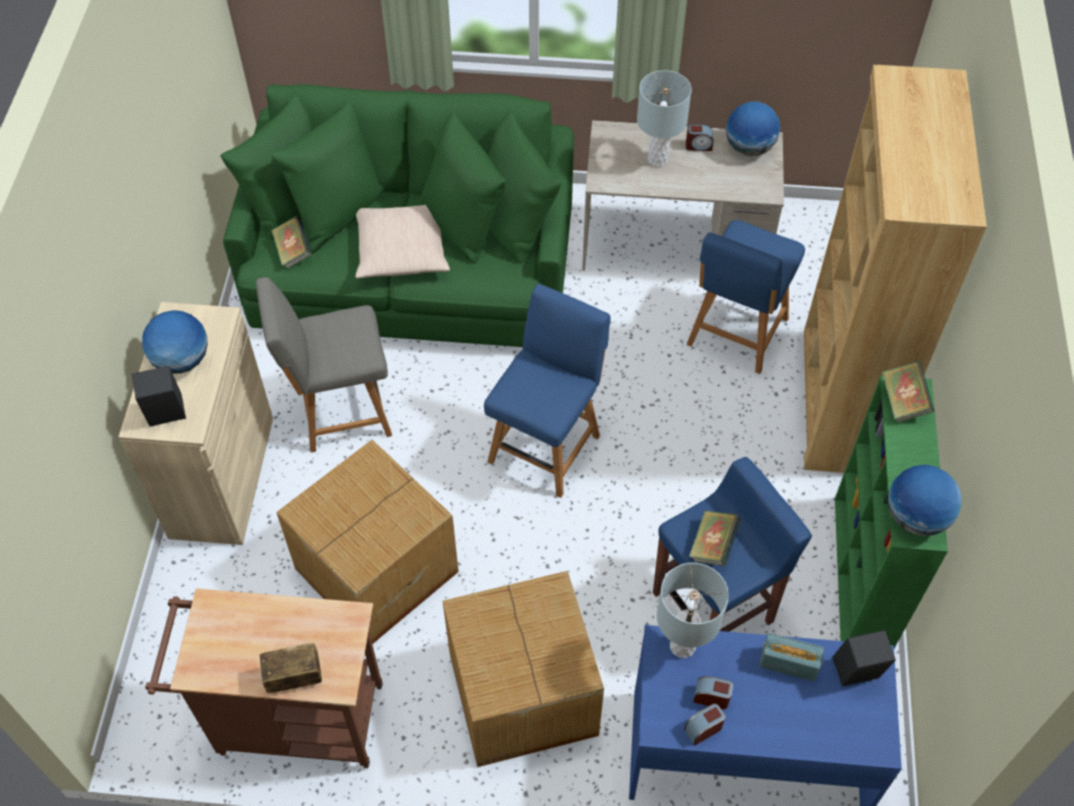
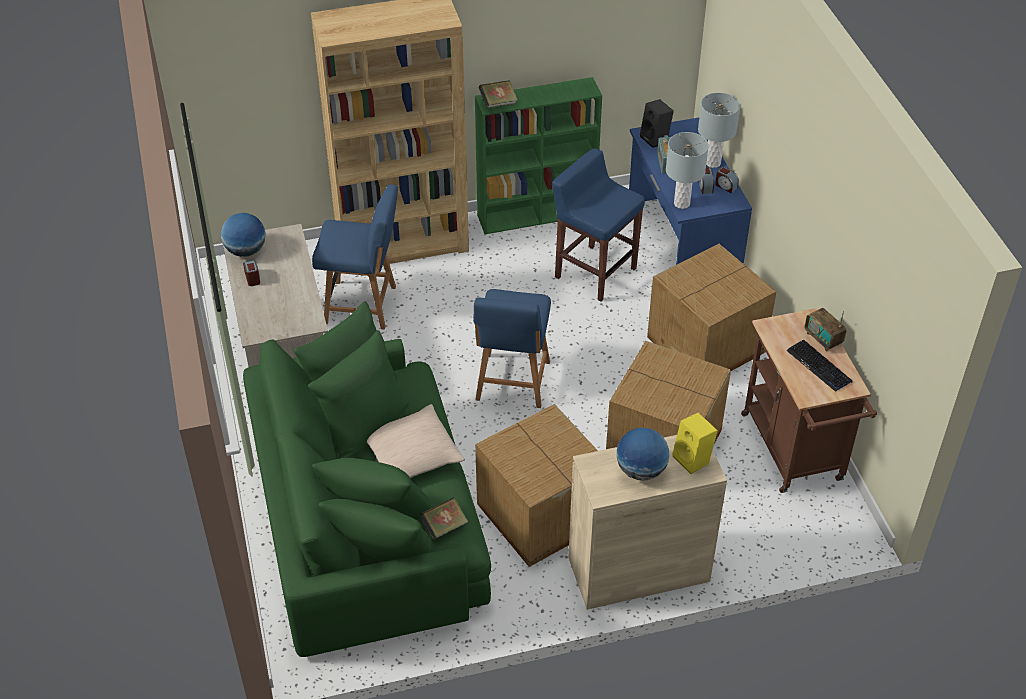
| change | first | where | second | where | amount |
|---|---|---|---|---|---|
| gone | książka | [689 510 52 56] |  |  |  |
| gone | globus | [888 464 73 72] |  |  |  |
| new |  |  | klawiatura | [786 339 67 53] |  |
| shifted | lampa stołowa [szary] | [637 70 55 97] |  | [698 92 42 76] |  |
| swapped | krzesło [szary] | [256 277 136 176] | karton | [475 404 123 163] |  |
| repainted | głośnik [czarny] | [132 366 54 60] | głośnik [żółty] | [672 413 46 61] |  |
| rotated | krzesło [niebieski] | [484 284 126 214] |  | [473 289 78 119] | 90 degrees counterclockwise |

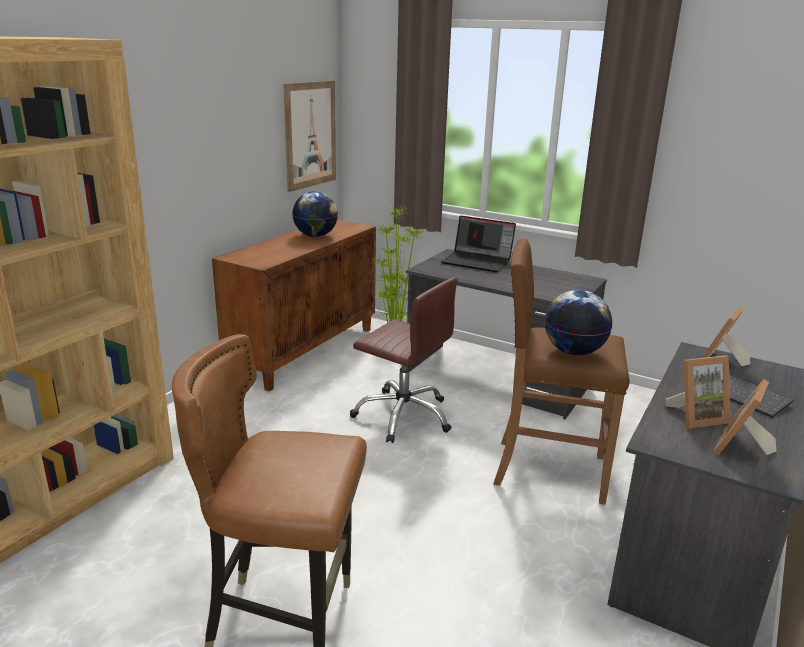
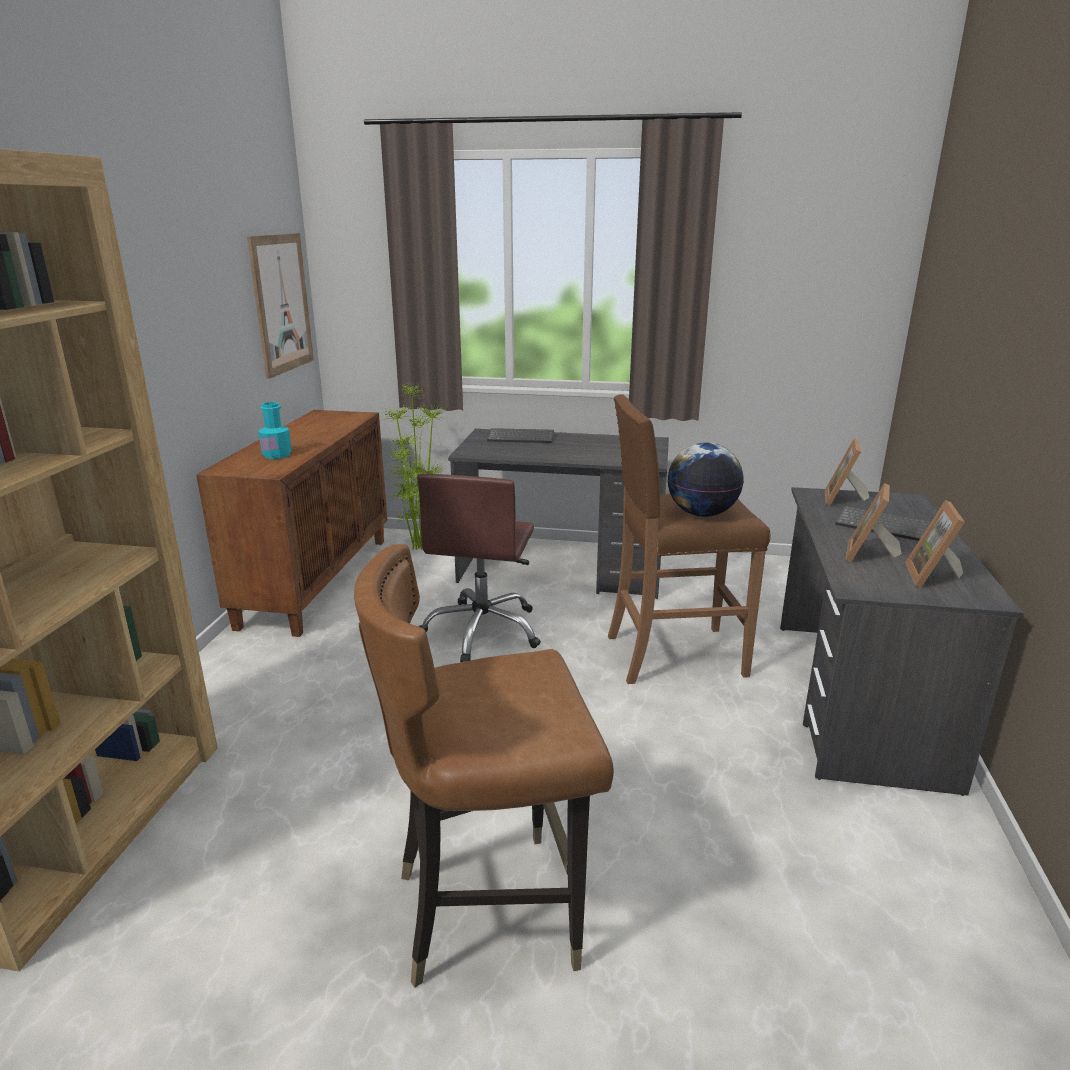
| change | first | where | second | where | amount |
|---|---|---|---|---|---|
| gone | globus | [292 191 46 46] |  |  |  |
| new |  |  | butelka [turkusowy] | [258 402 34 57] |  |
| swapped | laptop | [441 216 75 56] | klawiatura | [487 428 67 15] |  |
| rotated | krzesło biurowe [brązowy] | [350 277 108 166] |  | [417 474 124 188] | 90 degrees clockwise |
| rotated | ramka na zdjęcie | [665 355 65 74] |  | [845 483 57 80] | 150 degrees clockwise |

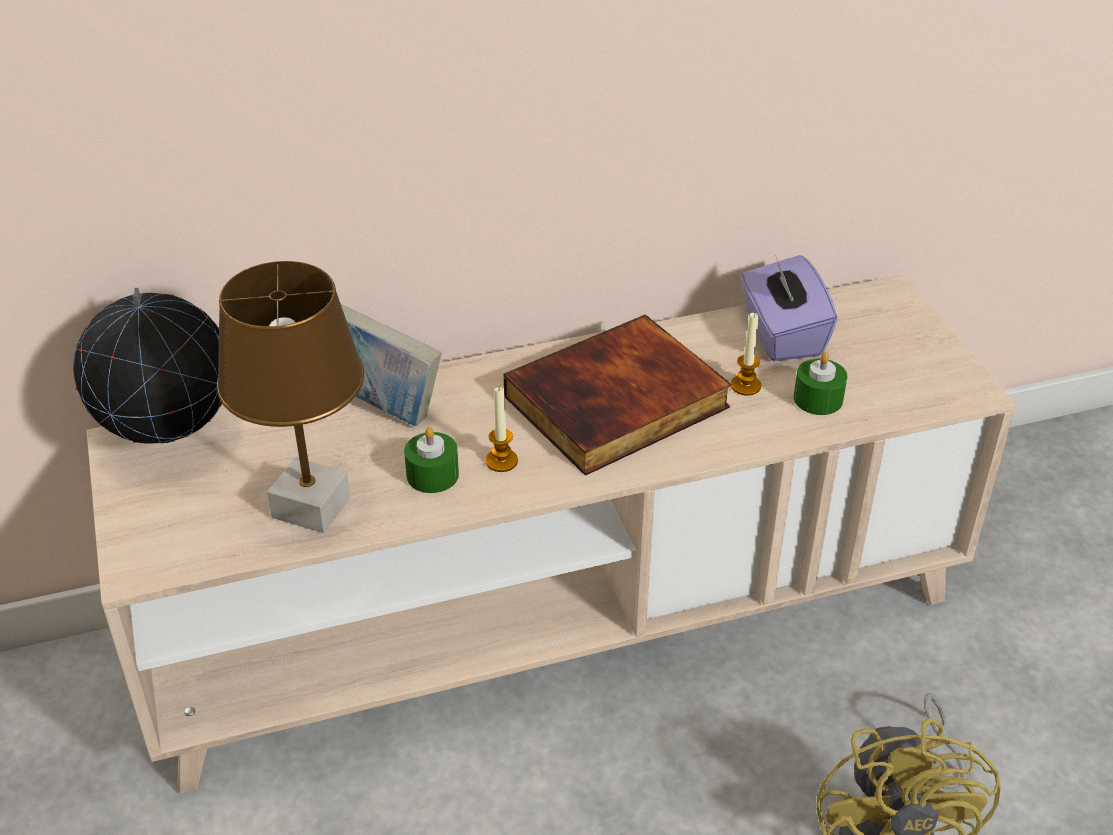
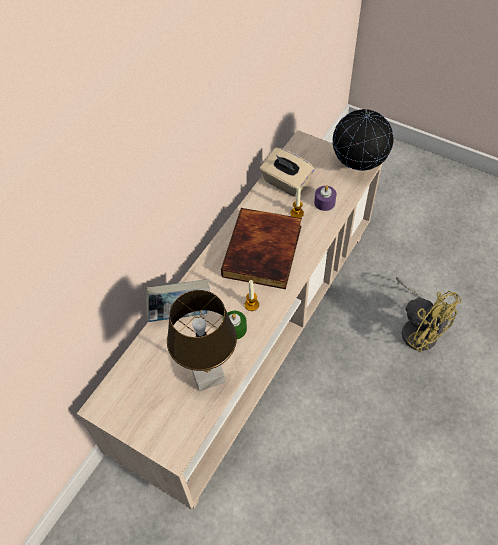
| change | first | where | second | where | amount |
|---|---|---|---|---|---|
| shifted | globus | [73 288 149 156] |  | [332 109 62 62] |  |
| repainted | pudełko chusteczek [fioletowy] | [741 255 97 106] | pudełko chusteczek [beżowy] | [260 148 55 49] |  |
| repainted | świeca [zielony] | [794 352 53 63] | świeca [fioletowy] | [314 185 22 26] |  |

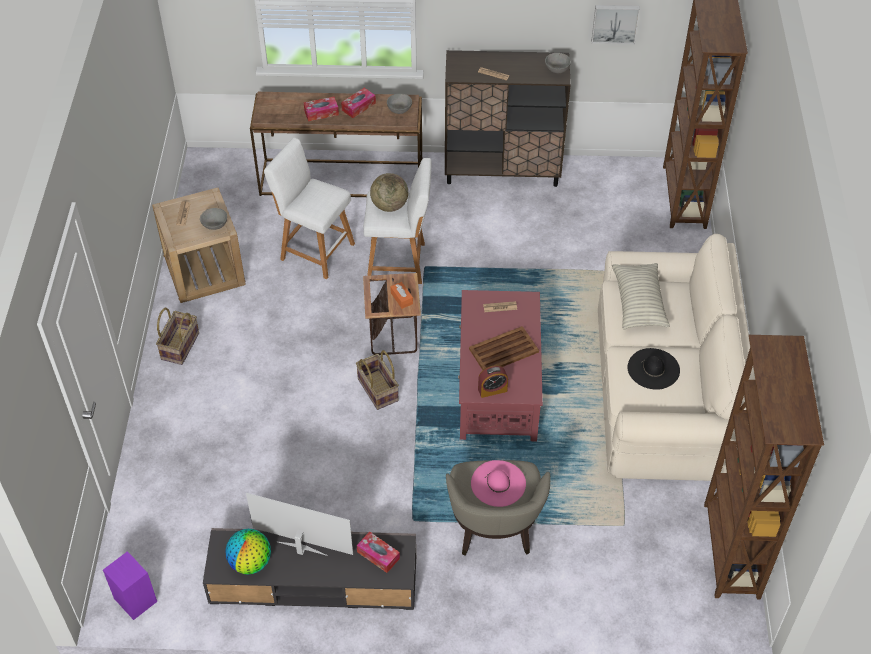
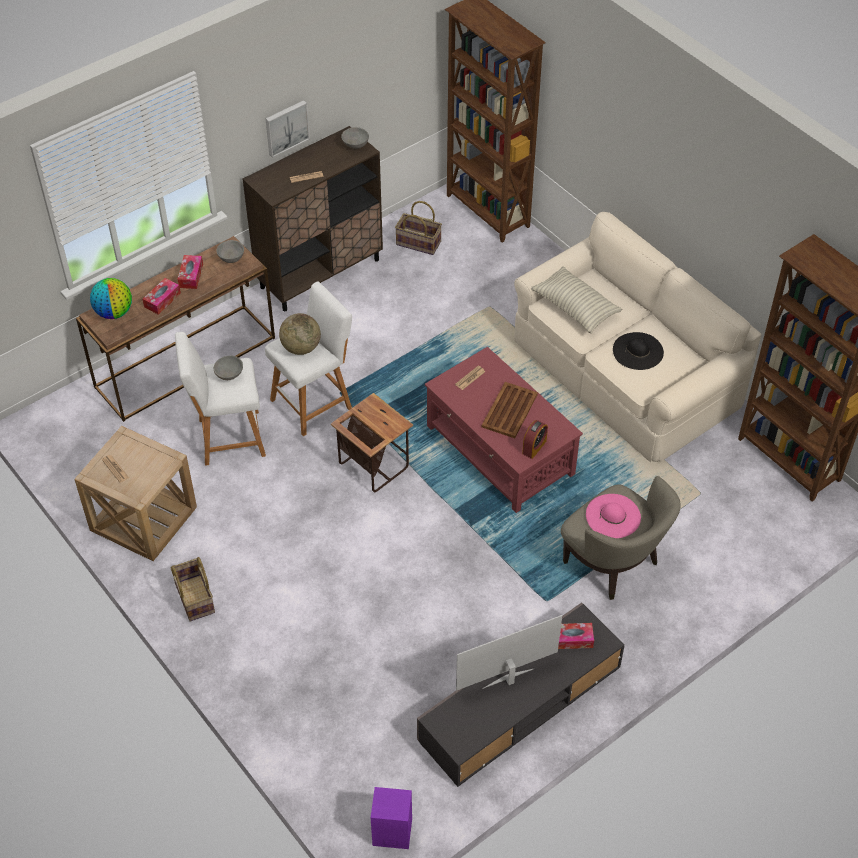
| change | first | where | second | where | amount |
|---|---|---|---|---|---|
| gone | pudełko chusteczek [pomarańczowy] | [390 282 23 27] |  |  |  |
| shifted | miska [szary] | [200 208 27 22] |  | [214 356 29 24] |  |
| shifted | globus | [226 529 45 46] |  | [90 278 42 41] |  |
| shifted | koszyk | [356 350 43 60] |  | [395 201 47 54] |  |
| shifted | obraz | [592 5 48 39] |  | [265 100 45 58] |  |

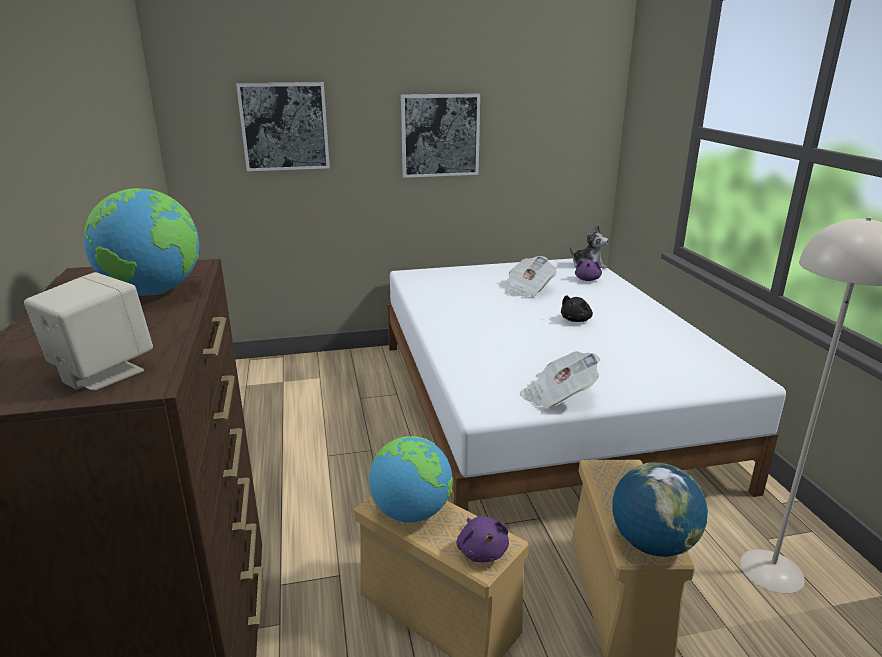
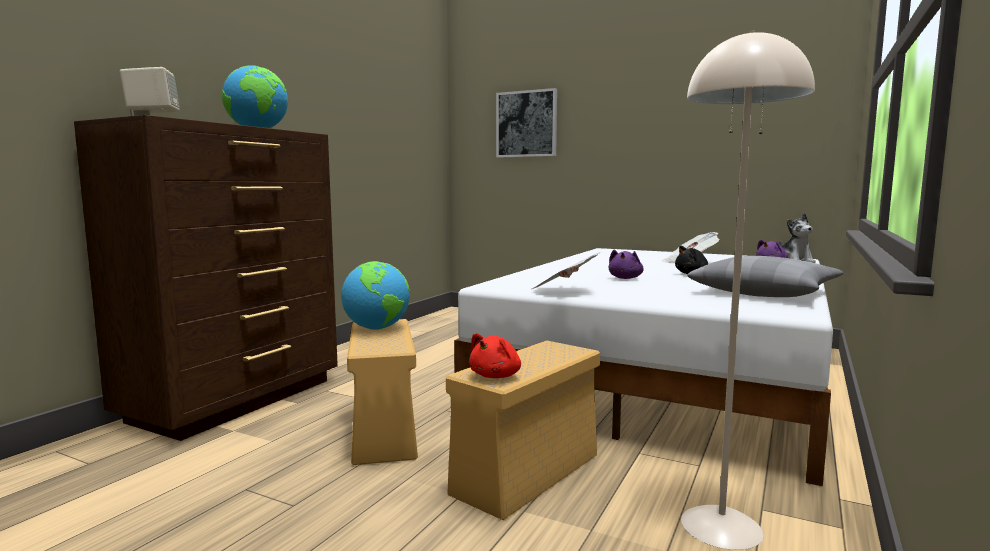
| change | first | where | second | where | amount |
|---|---|---|---|---|---|
| gone | obraz | [401 94 79 84] |  |  |  |
| new |  |  | poduszka [szary] | [687 256 156 41] |  |
| shifted | pluszak [fioletowy] | [457 516 52 46] |  | [609 249 35 30] |  |
| swapped | globus | [612 462 96 95] | pluszak [czerwony] | [469 333 52 45] |  |

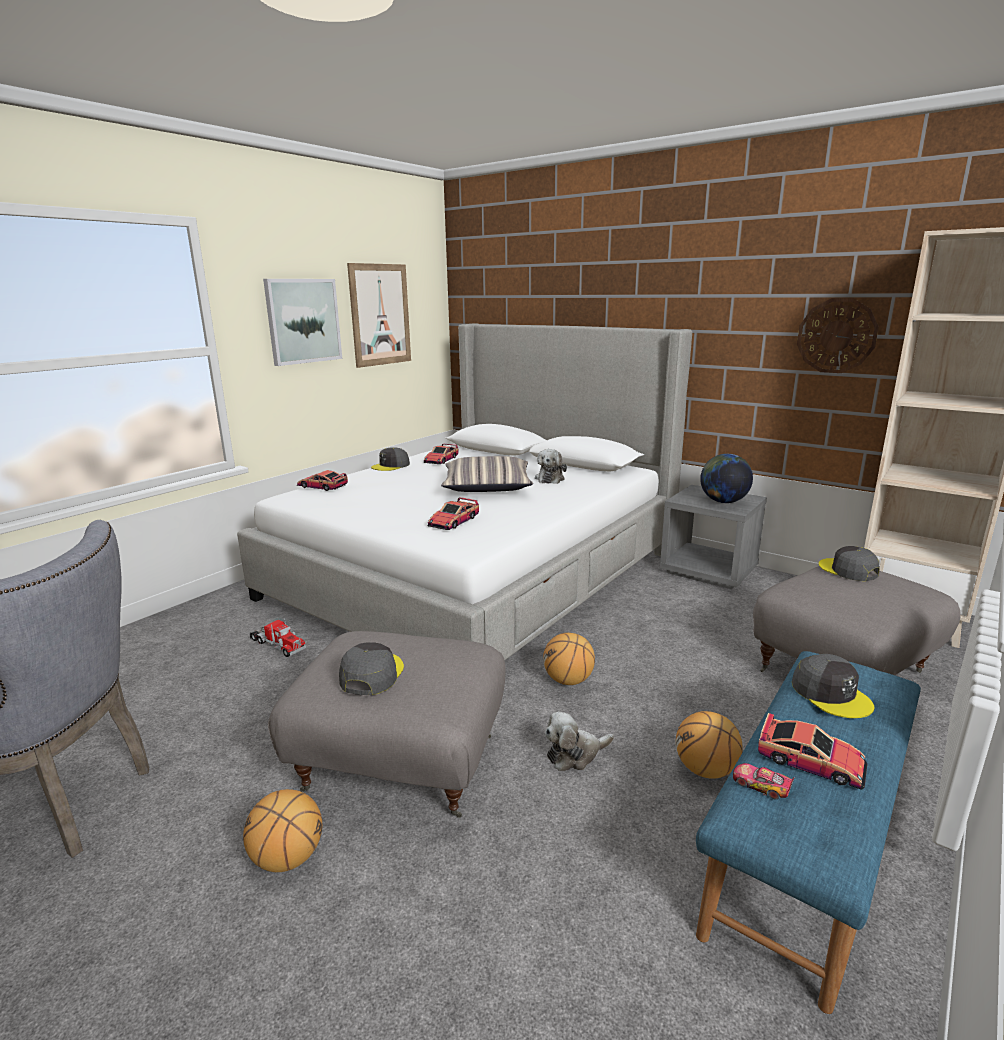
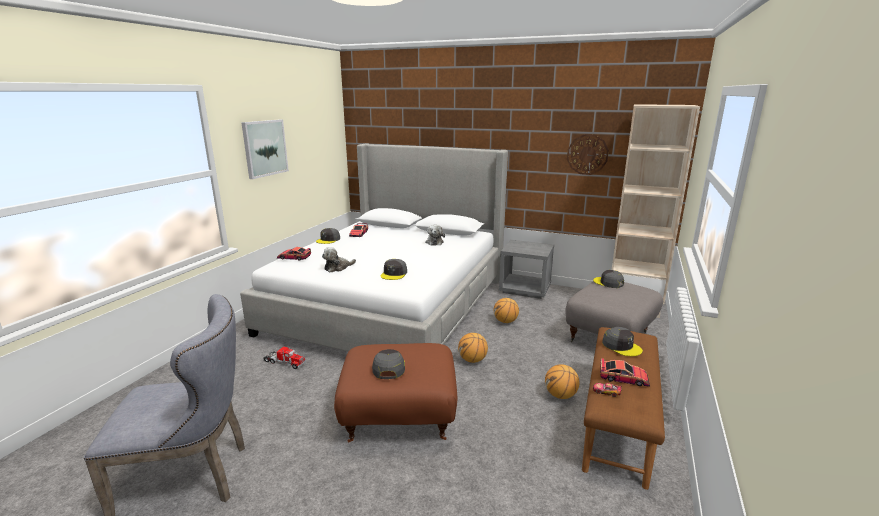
| change | first | where | second | where | amount |
|---|---|---|---|---|---|
| gone | obraz | [347 263 64 105] |  |  |  |
| gone | poduszka | [441 456 92 36] |  |  |  |
| gone | globus | [700 454 53 49] |  |  |  |
| shifted | piłka do koszykówki | [243 789 79 83] |  | [494 298 25 25] |  |
| shifted | pluszak | [545 712 69 59] |  | [322 247 34 25] |  |
| swapped | samochodzik | [427 497 52 33] | czapka z daszkiem [szary] | [381 259 26 21] |  |
| repainted | pufa [szary] | [268 631 237 187] | pufa [brązowy] | [334 343 123 99] |  |
| repainted | ławka [niebieski] | [696 651 225 363] | ławka [brązowy] | [582 327 83 163] |  |

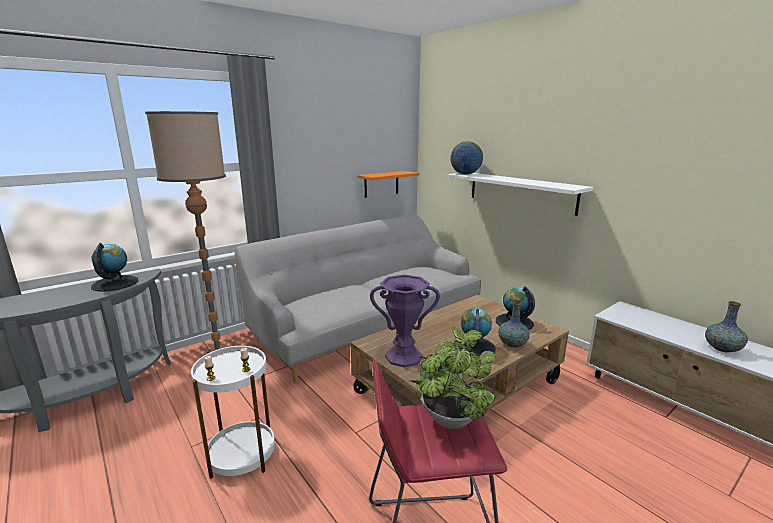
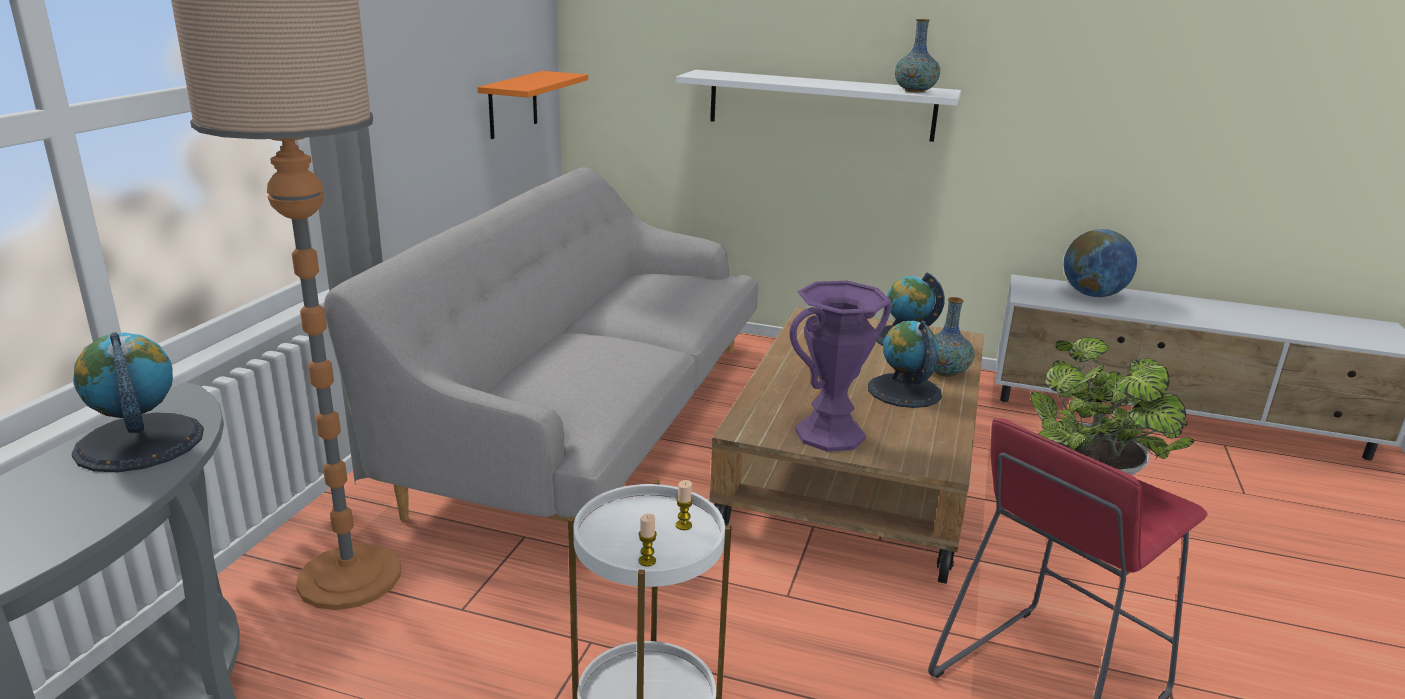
| change | first | where | second | where | amount |
|---|---|---|---|---|---|
| shifted | globus | [450 141 33 33] |  | [1064 229 73 68] |  |
| shifted | wazon | [705 301 43 52] |  | [895 19 45 74] |  |

